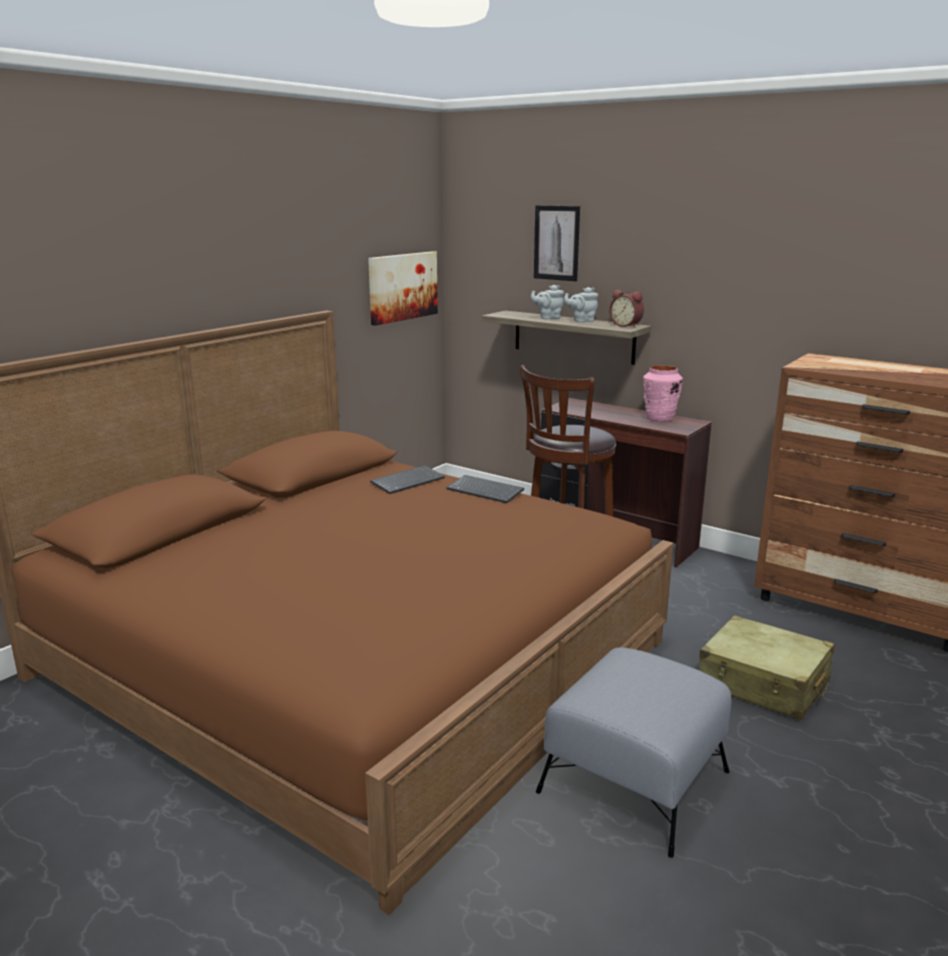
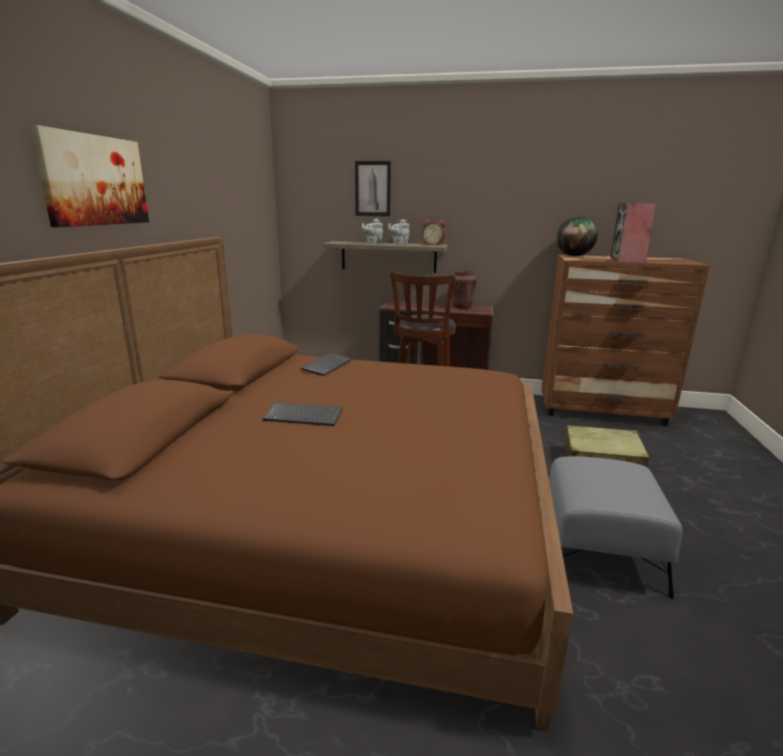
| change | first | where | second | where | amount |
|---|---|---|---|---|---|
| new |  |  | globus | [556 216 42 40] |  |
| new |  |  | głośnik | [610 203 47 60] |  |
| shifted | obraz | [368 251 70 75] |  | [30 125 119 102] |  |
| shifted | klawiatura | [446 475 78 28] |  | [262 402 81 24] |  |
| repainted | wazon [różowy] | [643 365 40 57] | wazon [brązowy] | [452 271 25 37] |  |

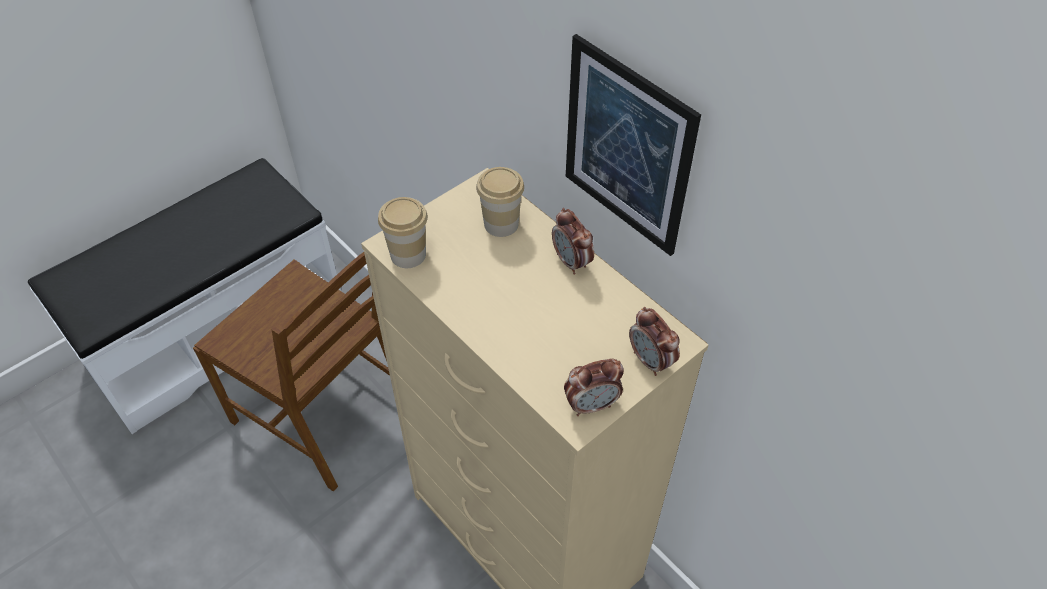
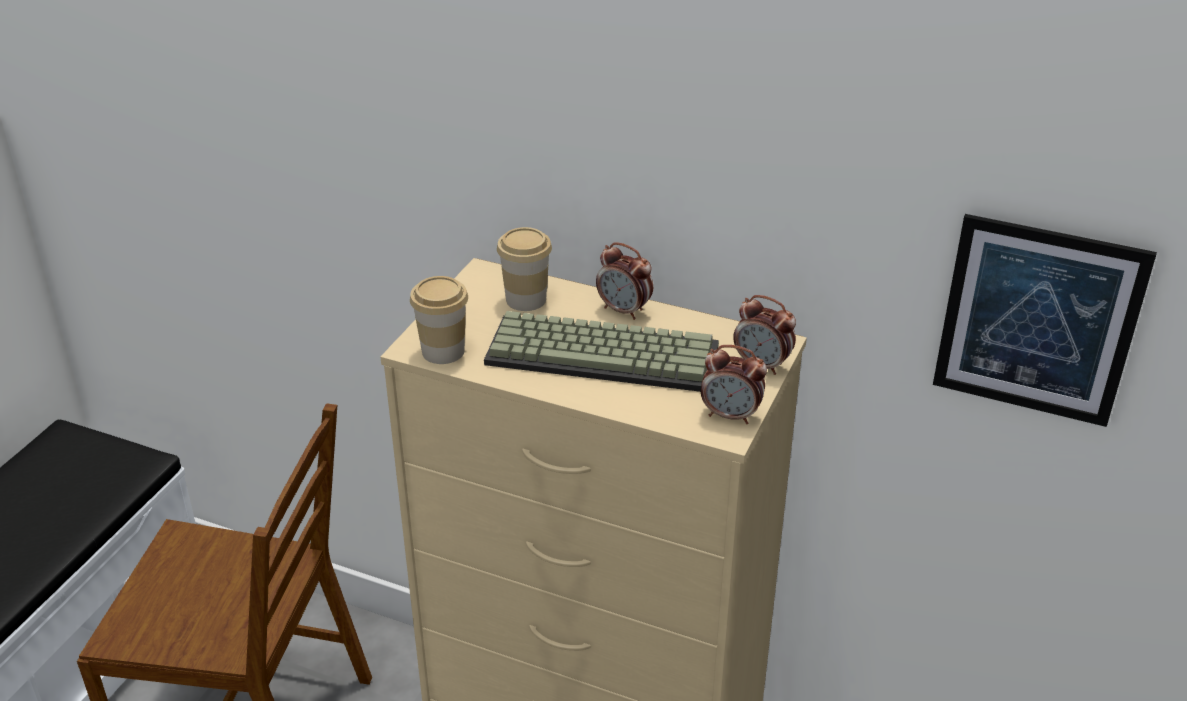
| change | first | where | second | where | amount |
|---|---|---|---|---|---|
| new |  |  | klawiatura | [484 311 235 81] |  |
| shifted | obraz | [566 34 135 222] |  | [933 214 224 213] |  |
| rotated | budzik | [564 359 60 57] |  | [701 345 66 79] | 60 degrees clockwise |

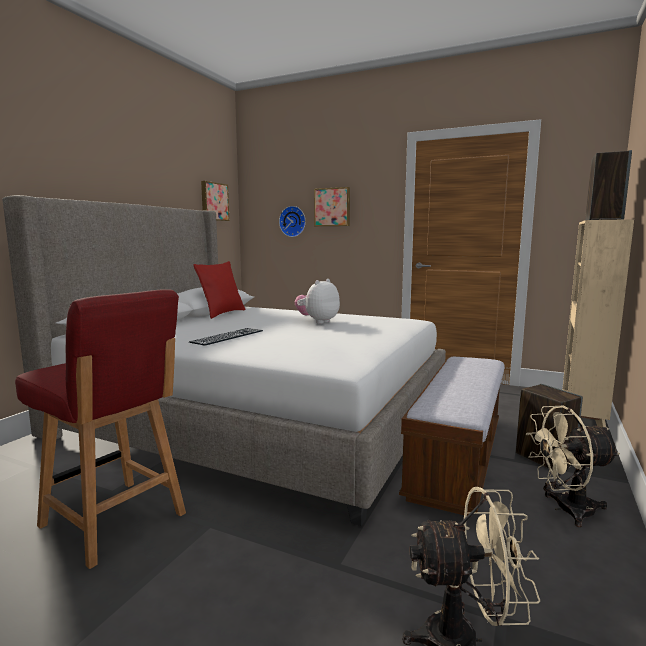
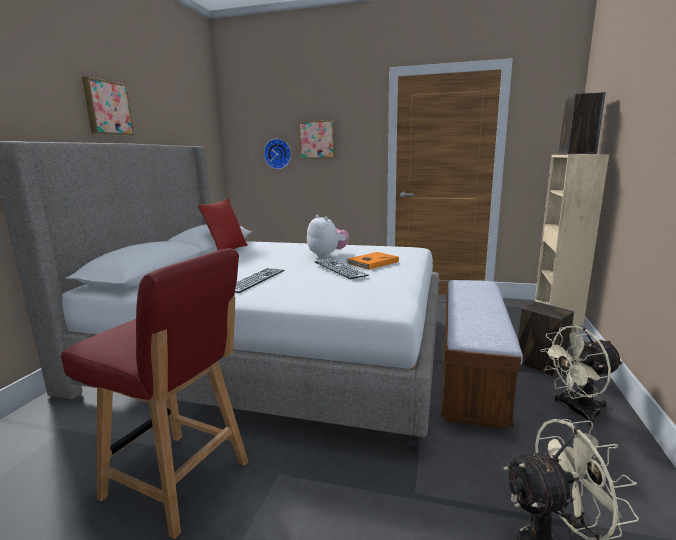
| change | first | where | second | where | amount |
|---|---|---|---|---|---|
| new |  |  | klawiatura | [314 259 55 20] |  |
| new |  |  | książka [pomarańczowy] | [346 252 53 18] |  |
| shifted | obraz | [201 181 28 40] |  | [82 77 52 59] |  |
| rotated | pluszak | [295 279 45 45] |  | [307 215 42 43] | 120 degrees clockwise |

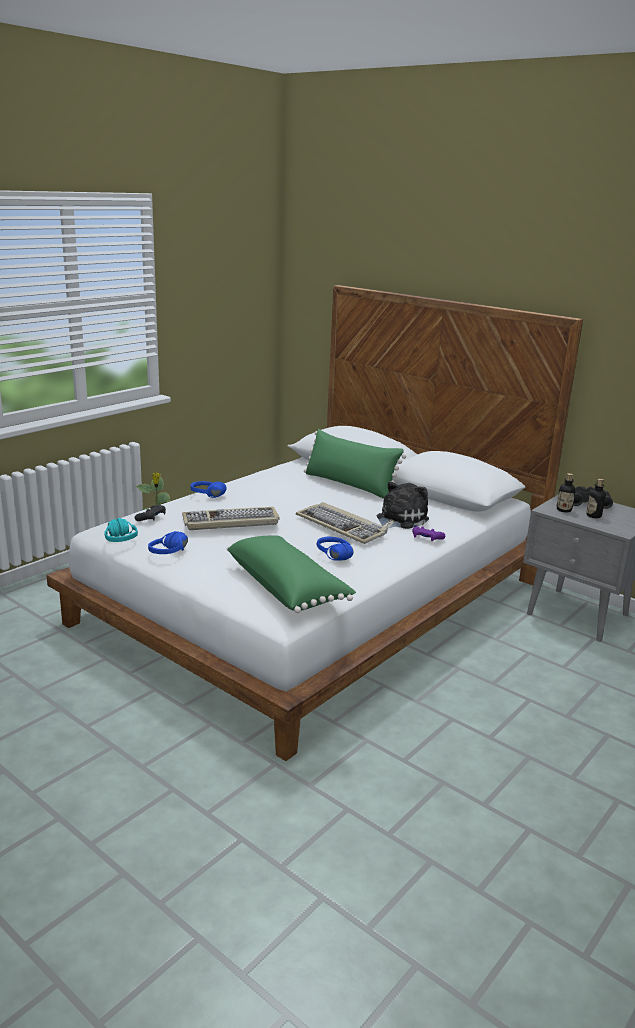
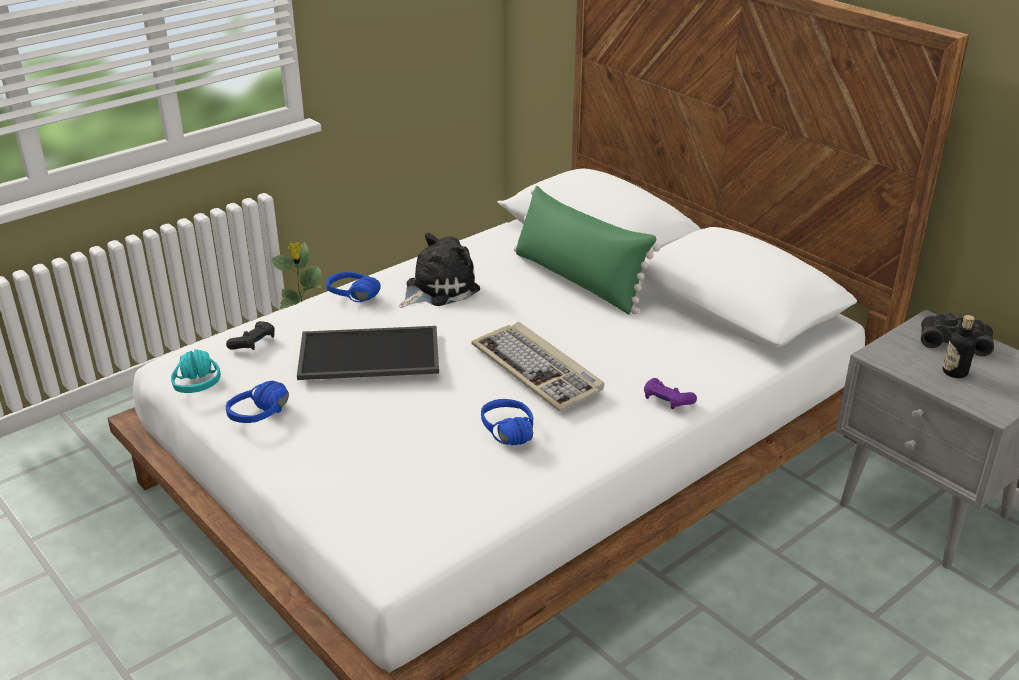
| change | first | where | second | where | amount |
|---|---|---|---|---|---|
| gone | poduszka [zielony] | [227 536 129 77] |  |  |  |
| gone | butelka | [557 473 18 40] |  |  |  |
| shifted | pluszak | [377 481 52 48] |  | [399 233 81 75] |  |
| swapped | klawiatura | [182 507 98 23] | taca | [297 326 142 54] |  |

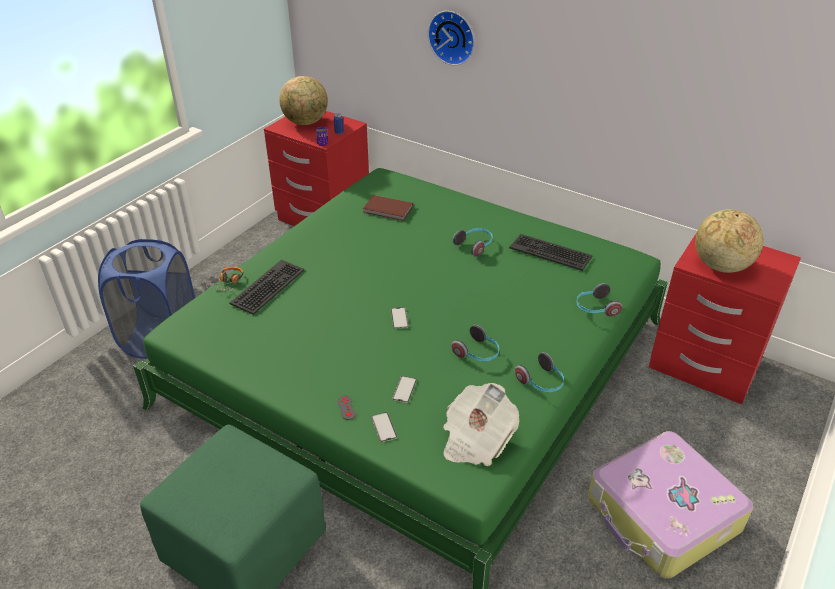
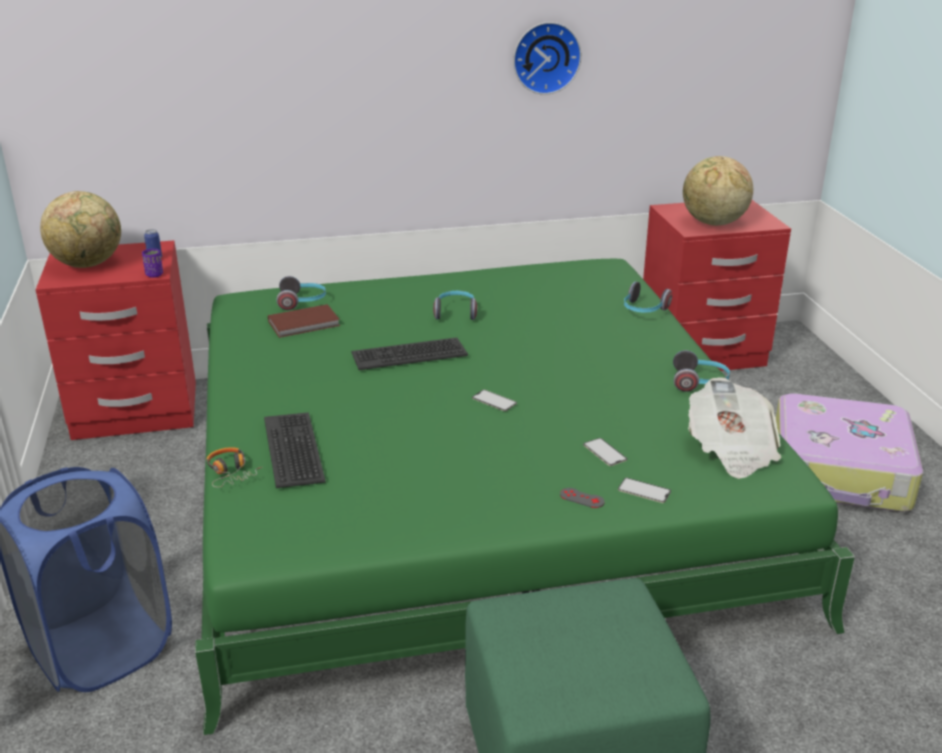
| change | first | where | second | where | amount |
|---|---|---|---|---|---|
| shifted | zegar ścienny | [428 11 46 54] |  | [513 22 69 73] |  |
| shifted | słuchawki | [451 325 48 36] |  | [276 276 50 34] |  |
| shifted | klawiatura | [509 234 83 37] |  | [351 337 117 33] |  |

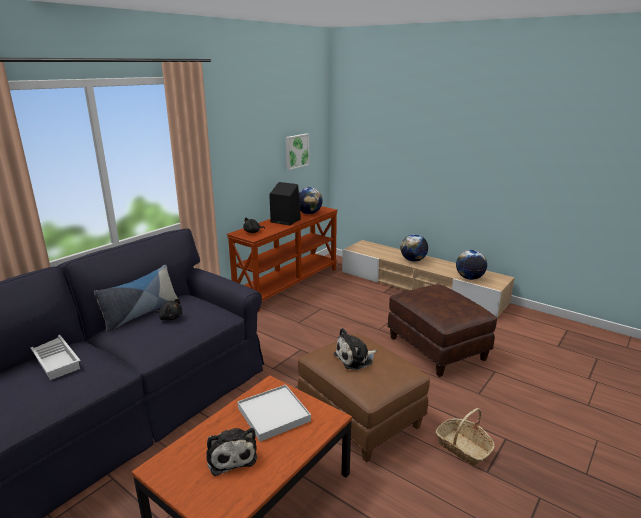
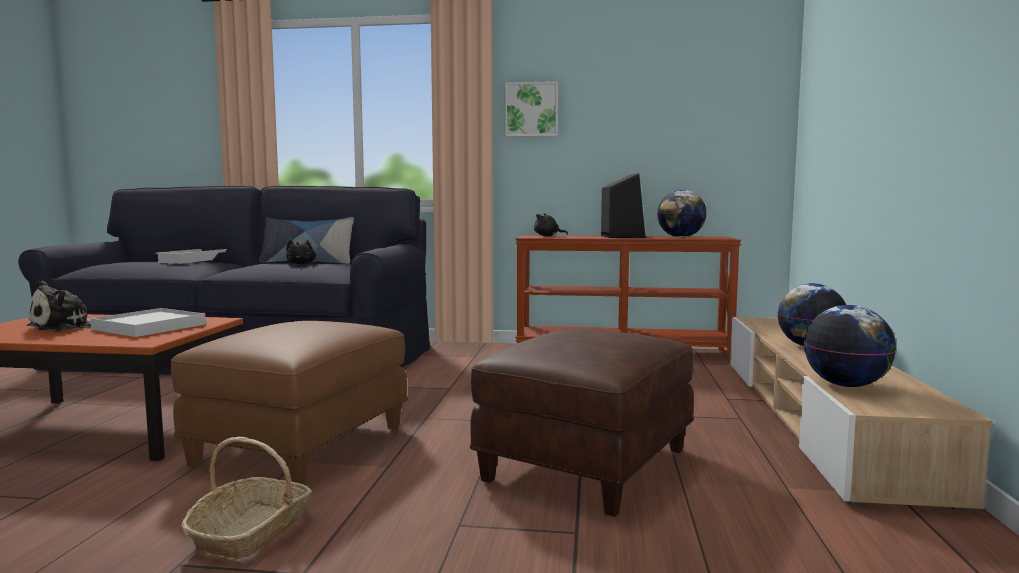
| change | first | where | second | where | amount |
|---|---|---|---|---|---|
| gone | pluszak | [334 328 43 42] |  |  |  |
| shifted | obraz | [286 134 23 36] |  | [505 81 53 56] |  |

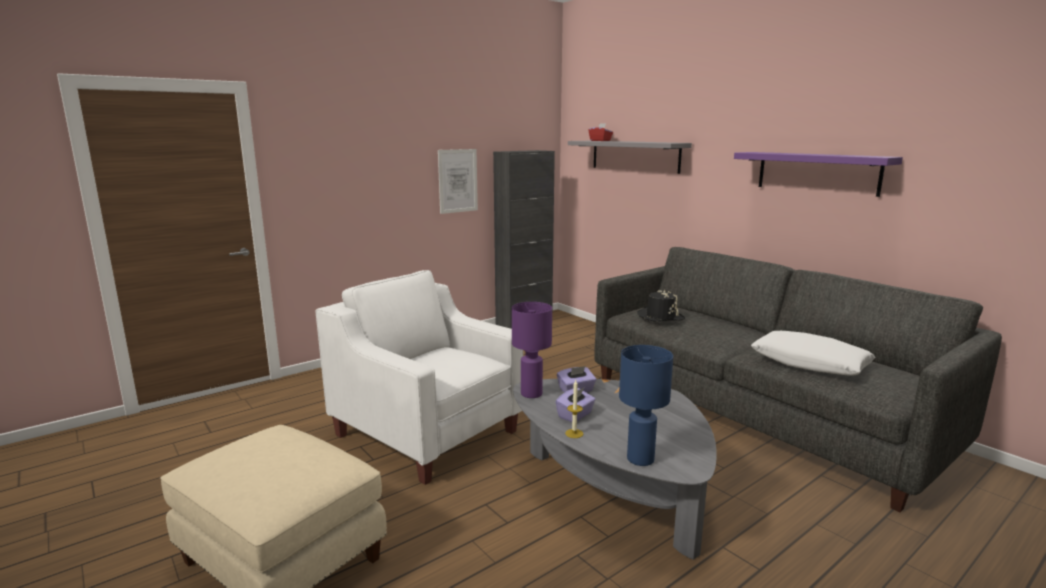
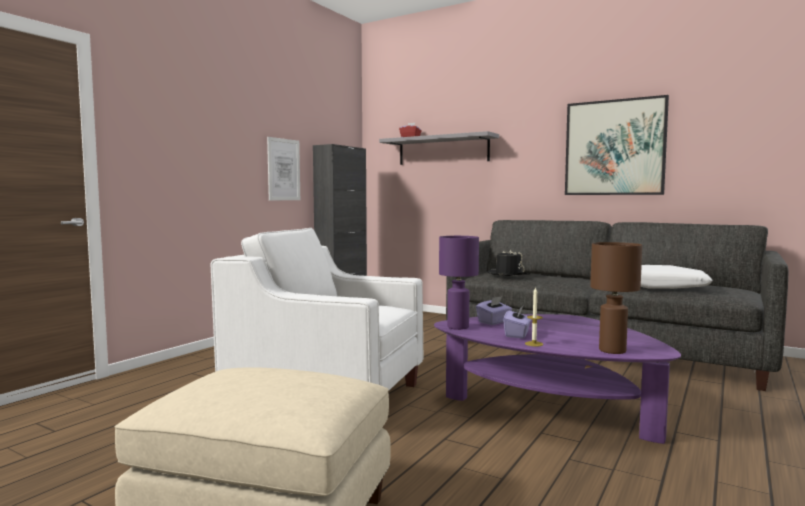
| change | first | where | second | where | amount |
|---|---|---|---|---|---|
| swapped | półka [fioletowy] | [734 152 169 45] | obraz | [565 95 104 100] |  |
| repainted | ława [szary] | [513 379 204 181] | ława [fioletowy] | [434 314 247 130] |  |
| repainted | lampa stołowa [niebieski] | [619 345 54 121] | lampa stołowa [brązowy] | [590 242 52 112] |  |

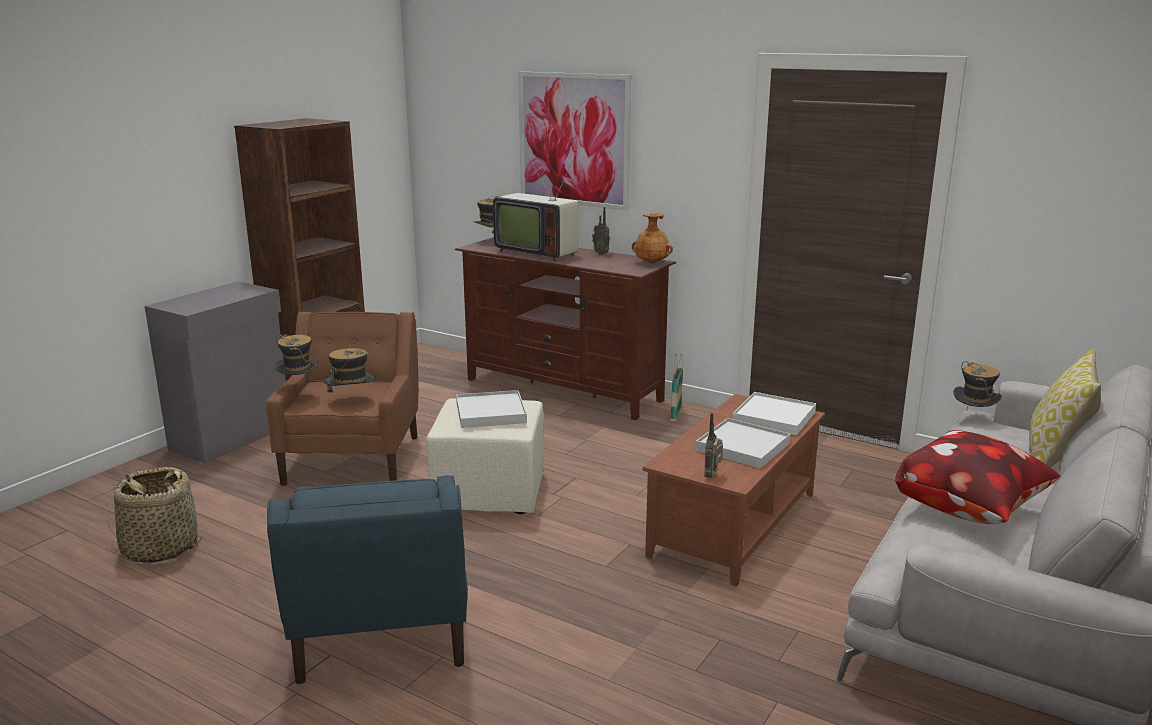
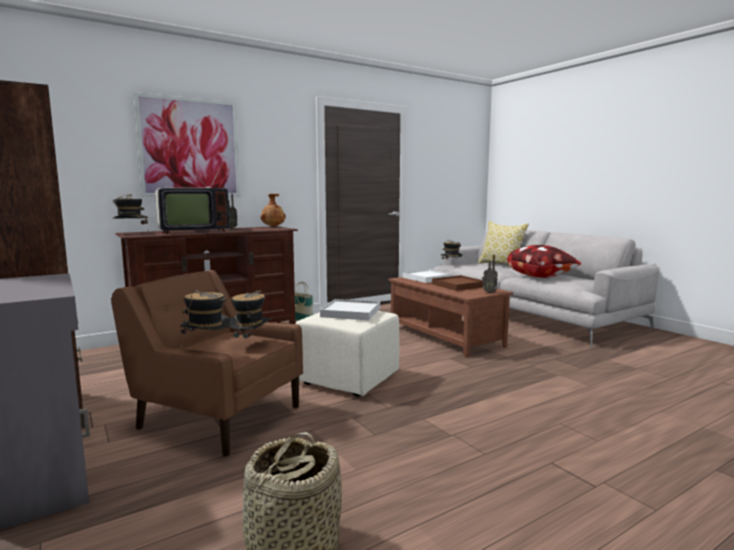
| change | first | where | second | where | amount |
|---|---|---|---|---|---|
| gone | fotel [niebieski] | [267 475 201 210] |  |  |  |
| repainted | taca [biały] | [696 418 95 51] | taca [brązowy] | [432 275 52 16] |  |

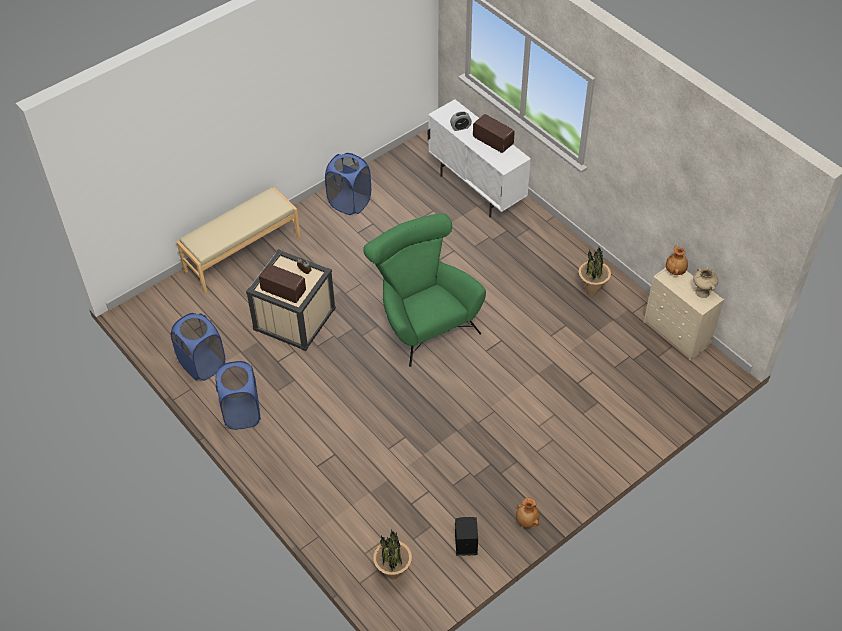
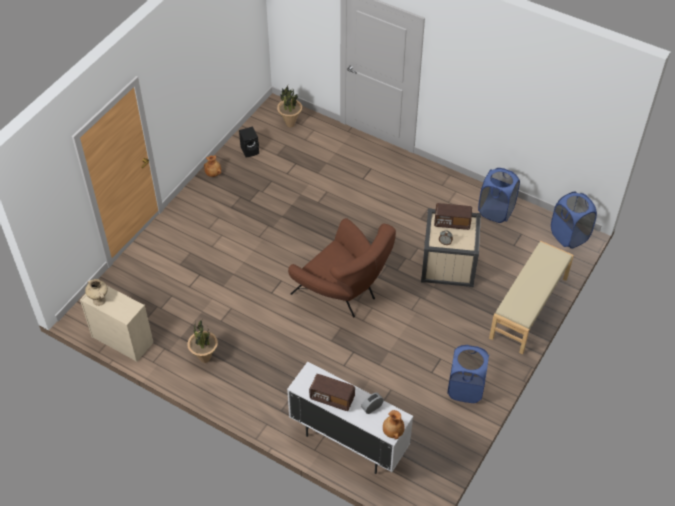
| change | first | where | second | where | amount |
|---|---|---|---|---|---|
| shifted | kosz na pranie [niebieski] | [215 361 46 69] |  | [551 192 46 57] |  |
| shifted | wazon [brązowy] | [666 245 22 30] |  | [383 410 22 29] |  |
| repainted | fotel [zielony] | [363 213 123 154] | fotel [brązowy] | [288 218 108 99] |  |

